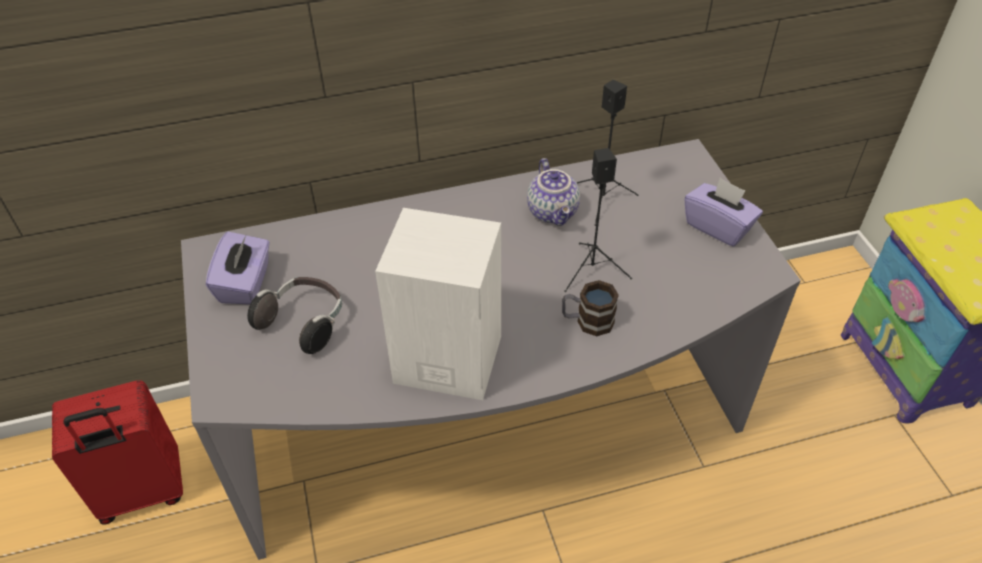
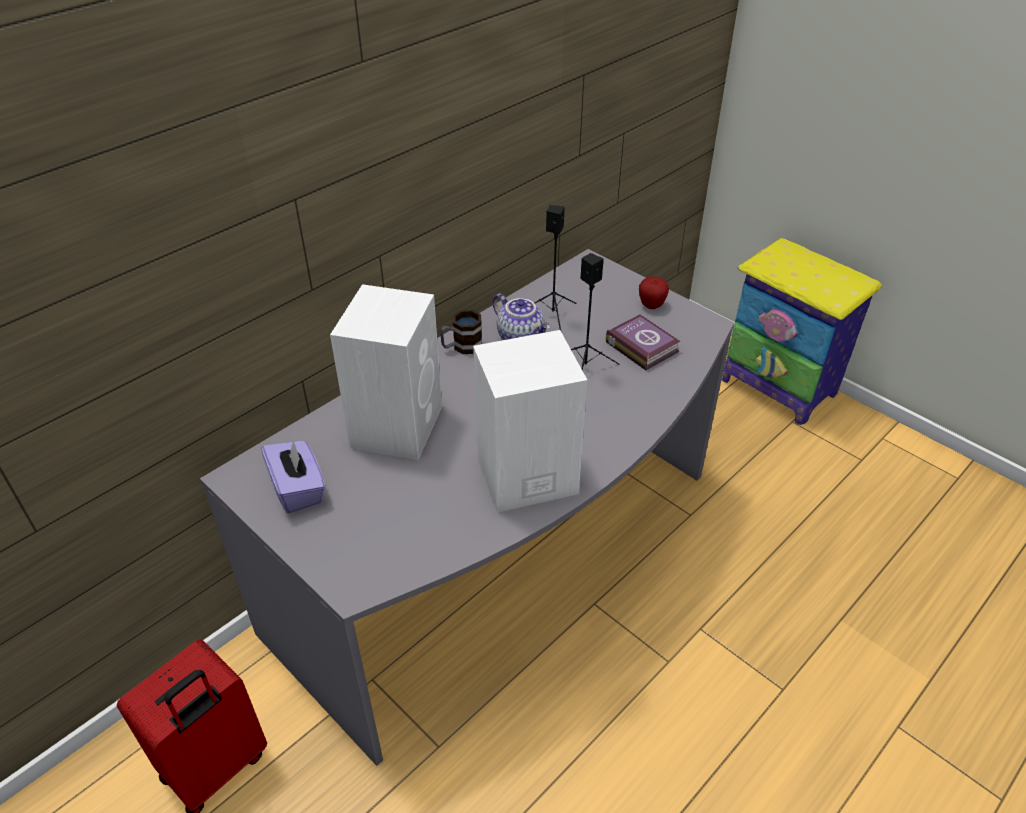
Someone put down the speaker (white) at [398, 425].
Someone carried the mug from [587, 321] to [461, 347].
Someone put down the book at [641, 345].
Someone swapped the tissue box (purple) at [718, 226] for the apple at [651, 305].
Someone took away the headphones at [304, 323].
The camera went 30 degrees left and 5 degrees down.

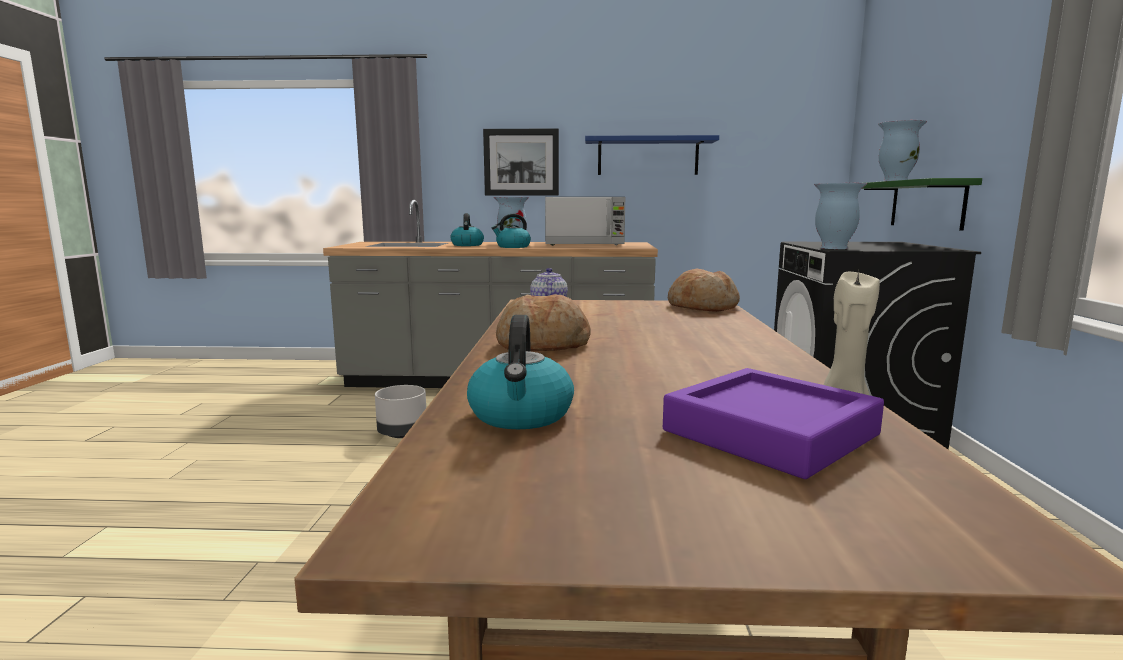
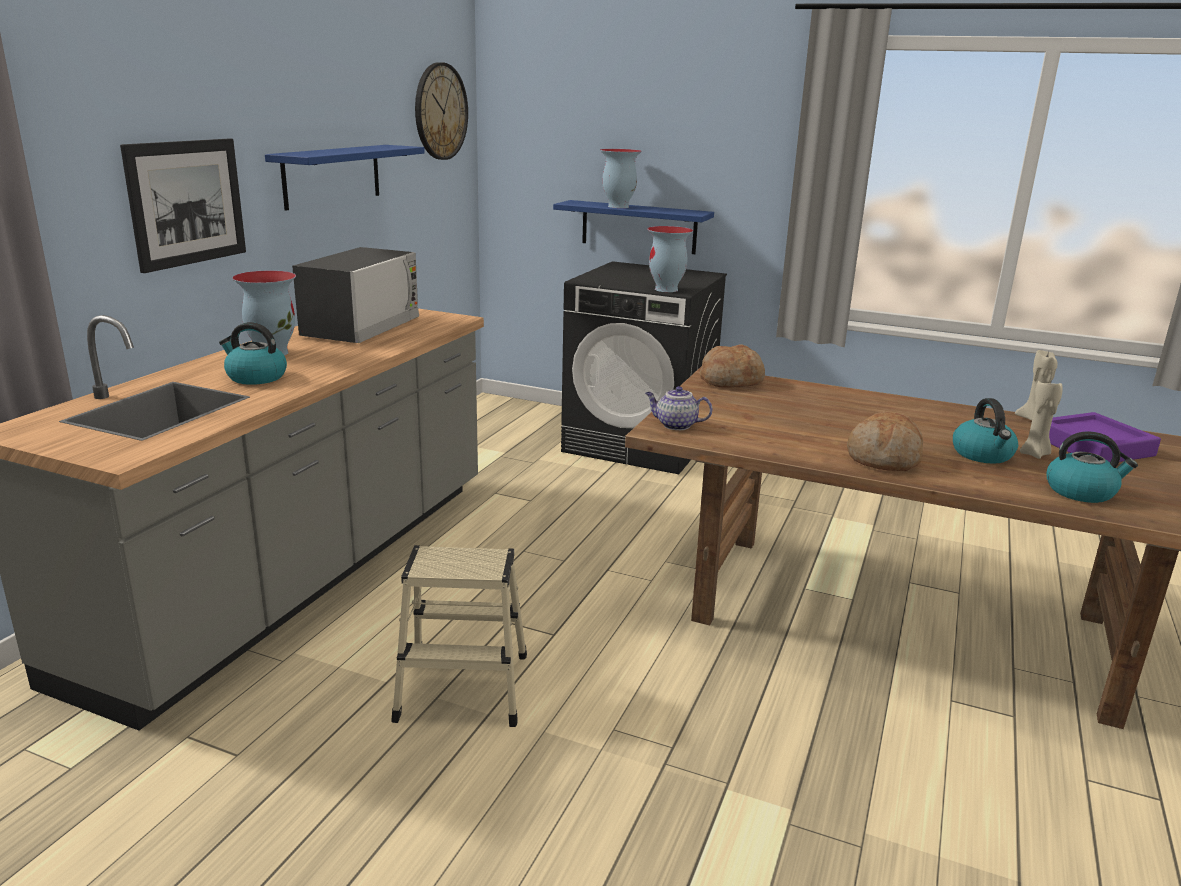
Someone swapped the planter (grey) at [403, 434] for the step ladder (beige) at [463, 685].
Someone put up the wall clock at [440, 111].
Someone repainted the shelf (green) at [926, 204], which became the shelf (blue) at [638, 227].
Someone carried the kettle from [512, 247] to [983, 455].
Someone put down the candle (beige) at [1035, 454].
The camera went 70 degrees left and 10 degrees up.

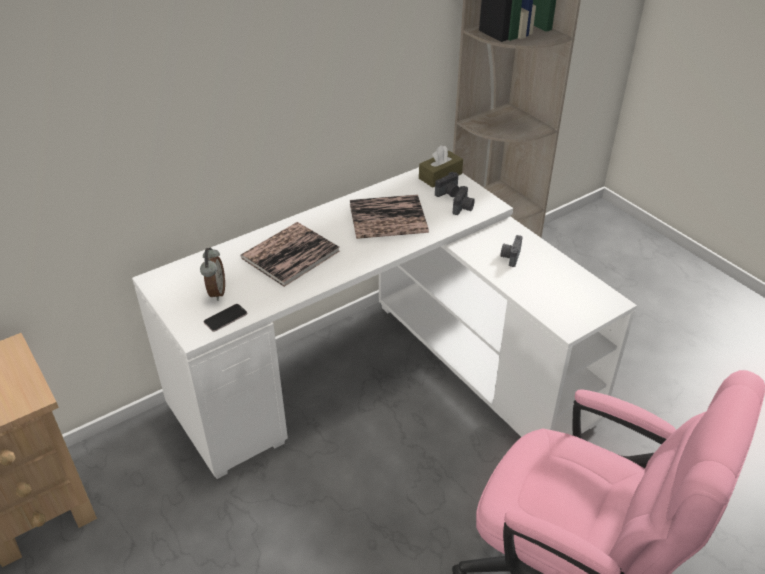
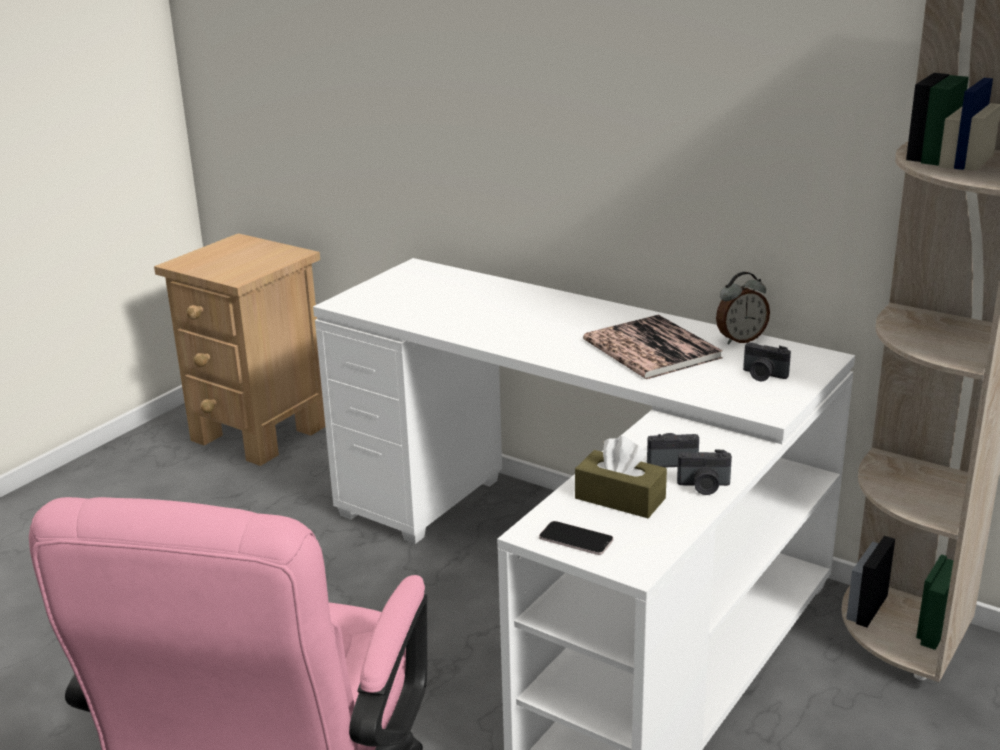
Someone carried the phone from [225, 318] to [576, 539].
Someone carried the tissue box (brown) from [440, 176] to [620, 498].
Someone carried the photo camera from [463, 208] to [704, 486].
Someone carried the alarm clock from [216, 292] to [740, 339].
Someone took away the book at [290, 254].
The camera went 70 degrees right and 15 degrees down.

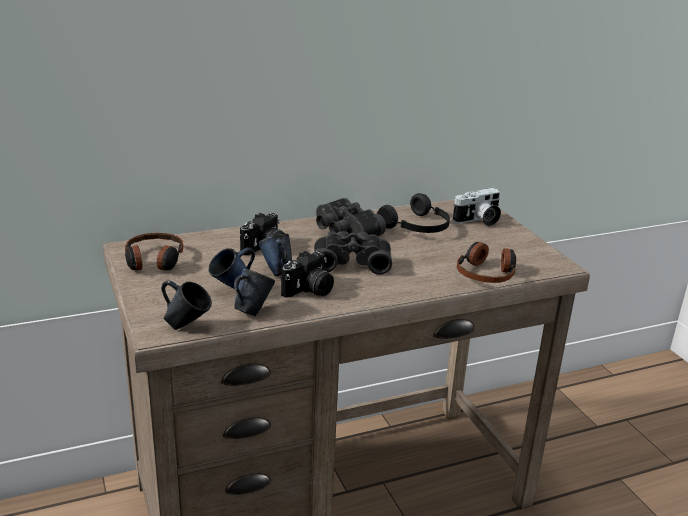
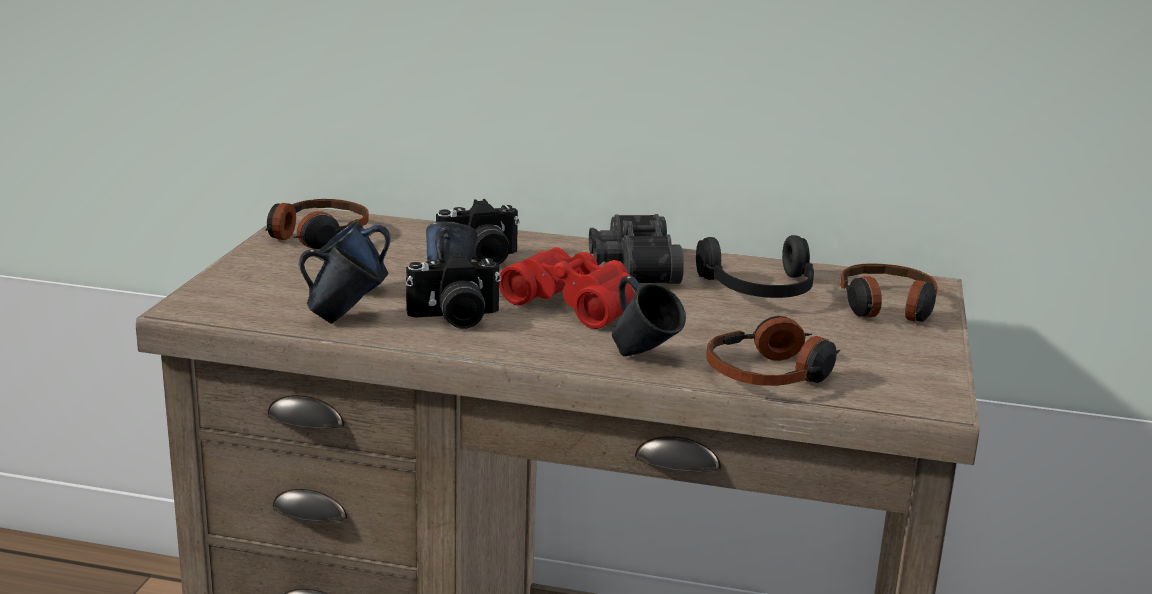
Someone repainted the binoculars (black) at [351, 262], which became the binoculars (red) at [576, 303].
Someone carried the mug (blue) from [187, 326] to [644, 358].
Someone swapped the photo camera at [478, 221] for the headphones at [887, 307].
The camera went 35 degrees right and 5 degrees down.

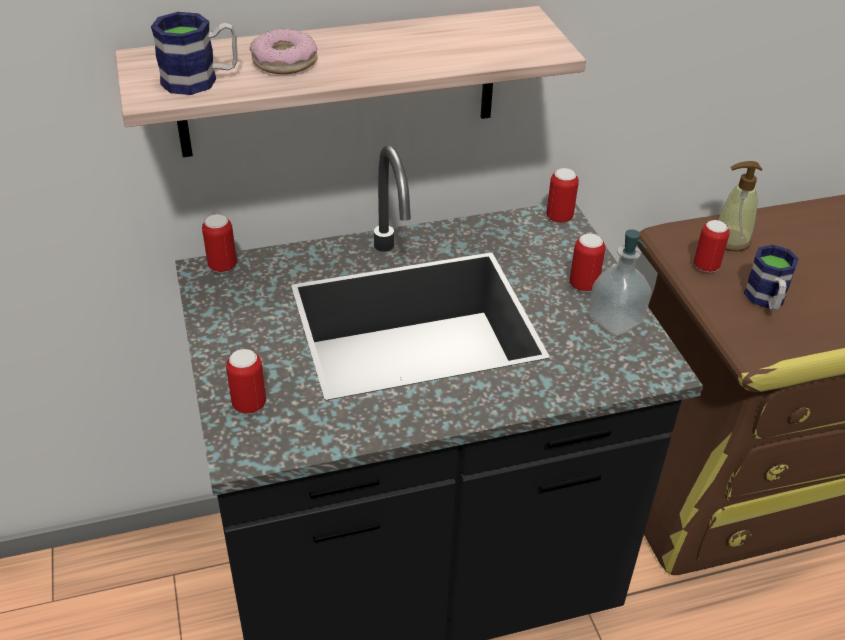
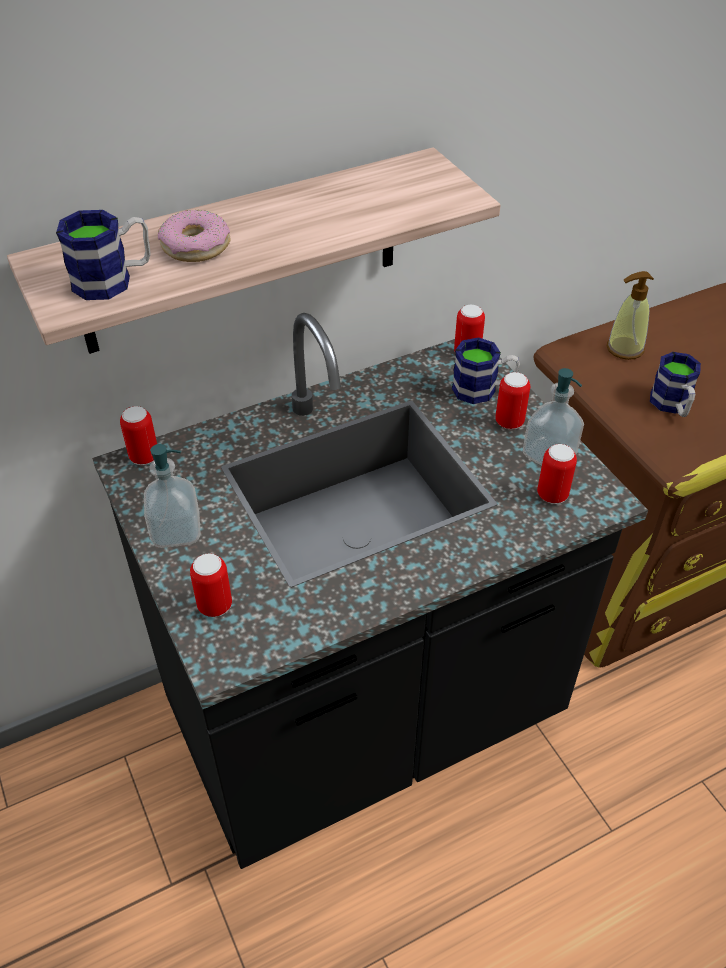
Someone put down the soap dispenser at [176, 531].
Someone put down the mug at [483, 390].
Someone carried the can from [706, 266] to [552, 495].
The camera went 10 degrees left and 5 degrees up.

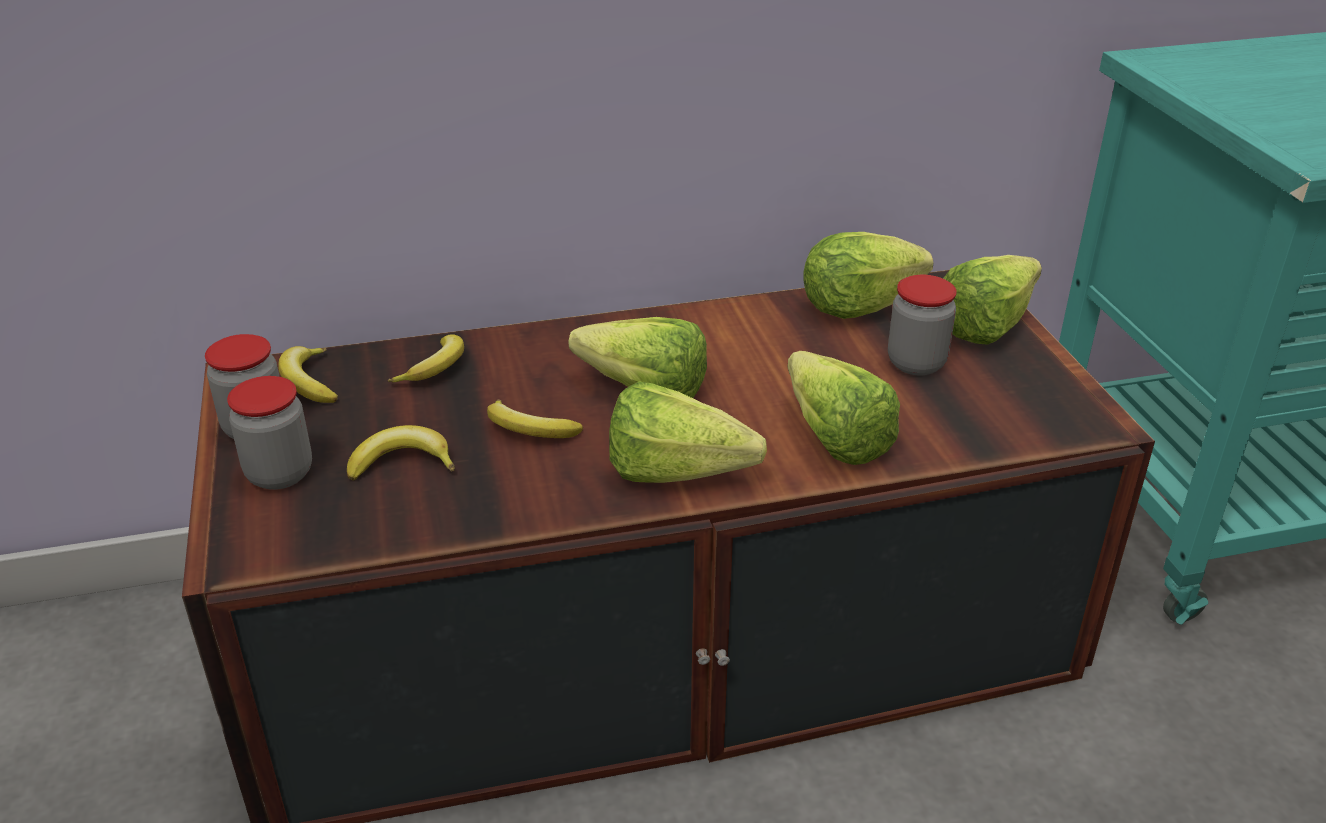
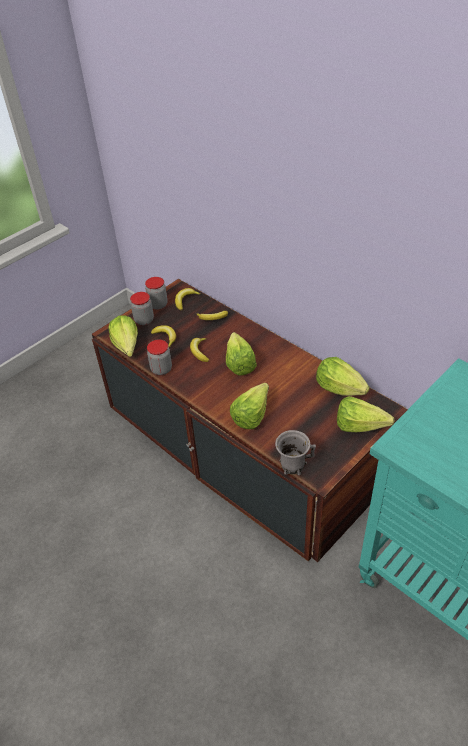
Someone carried the lettuce from [688, 477] to [126, 349].
Someone carried the jar from [916, 363] to [161, 369].
Someone put down the mug (grey) at [292, 464].
The camera went 60 degrees right and 10 degrees up.

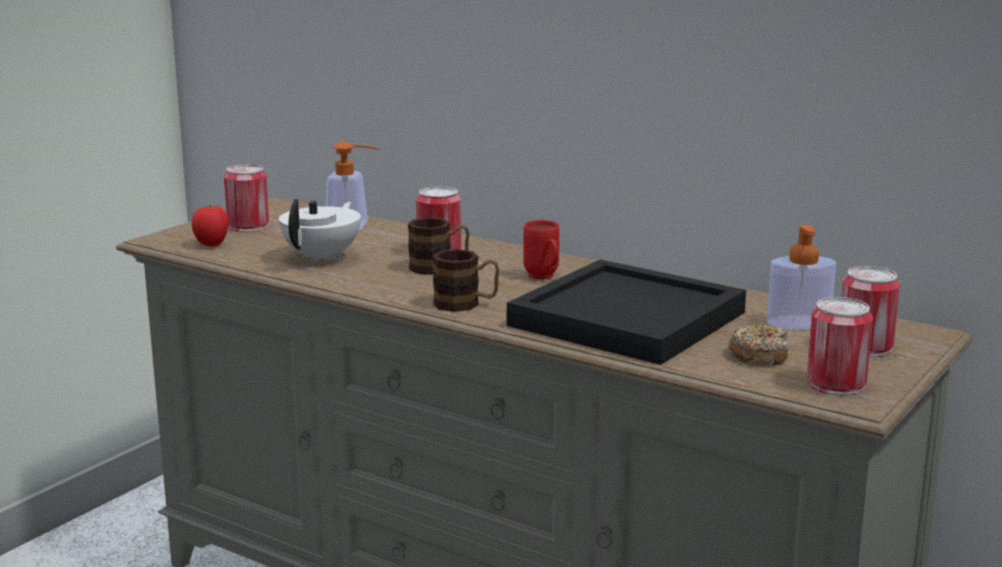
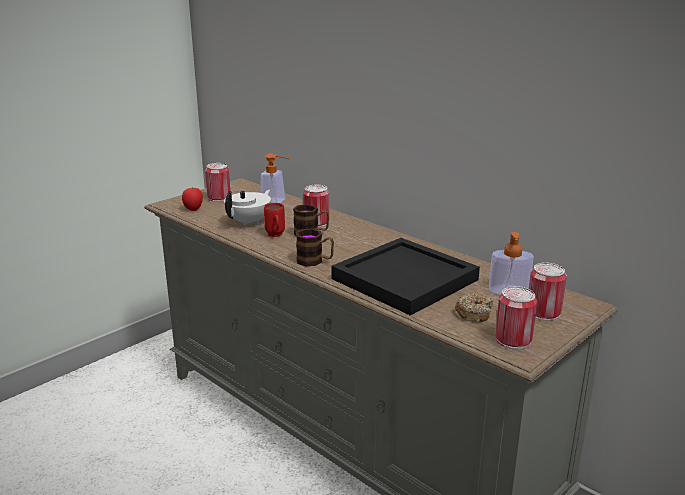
Someone carried the mug (red) from [544, 278] to [275, 236].
The camera went 10 degrees right and 5 degrees up.

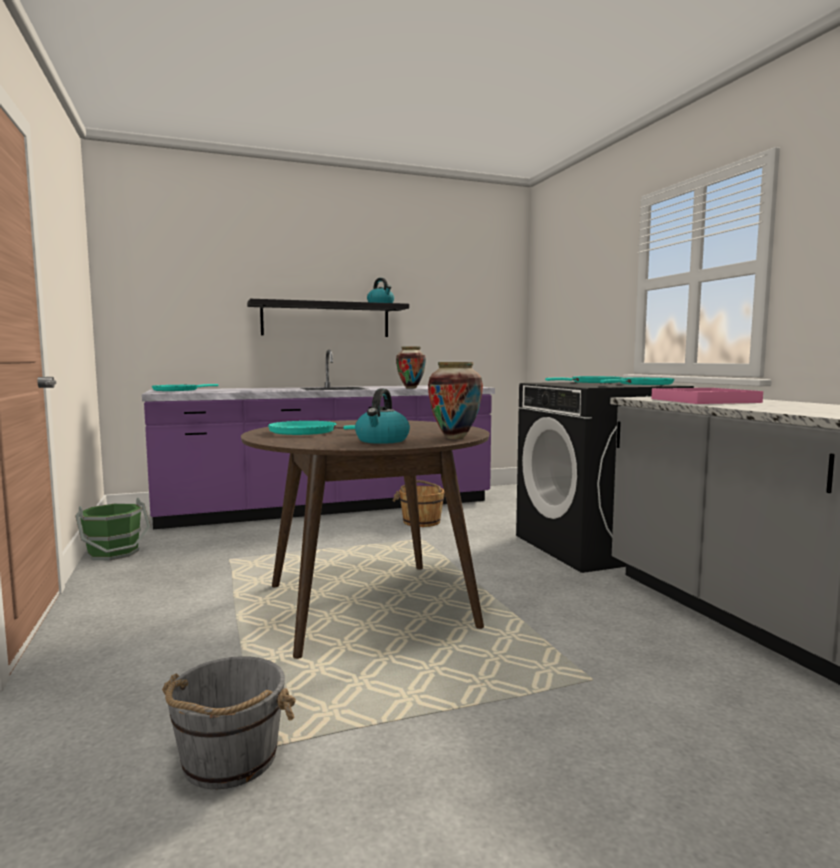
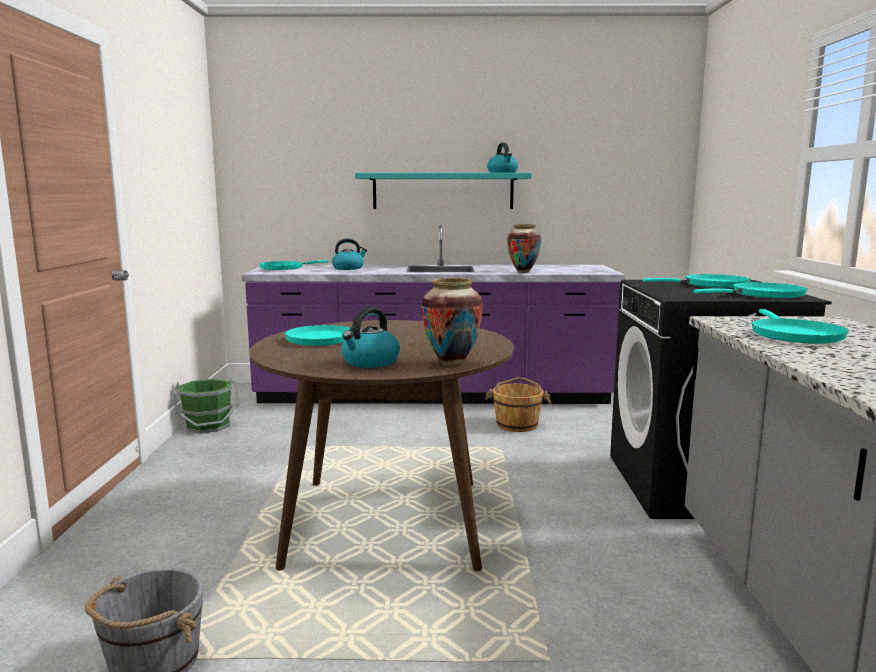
Someone put down the kettle at [348, 268].
Someone repainted the shelf (black) at [326, 320], which became the shelf (turquoise) at [443, 191].
Someone swapped the tray (pink) at [704, 401] for the frying pan (turquoise) at [793, 335].
The camera went 20 degrees right and 5 degrees up.

